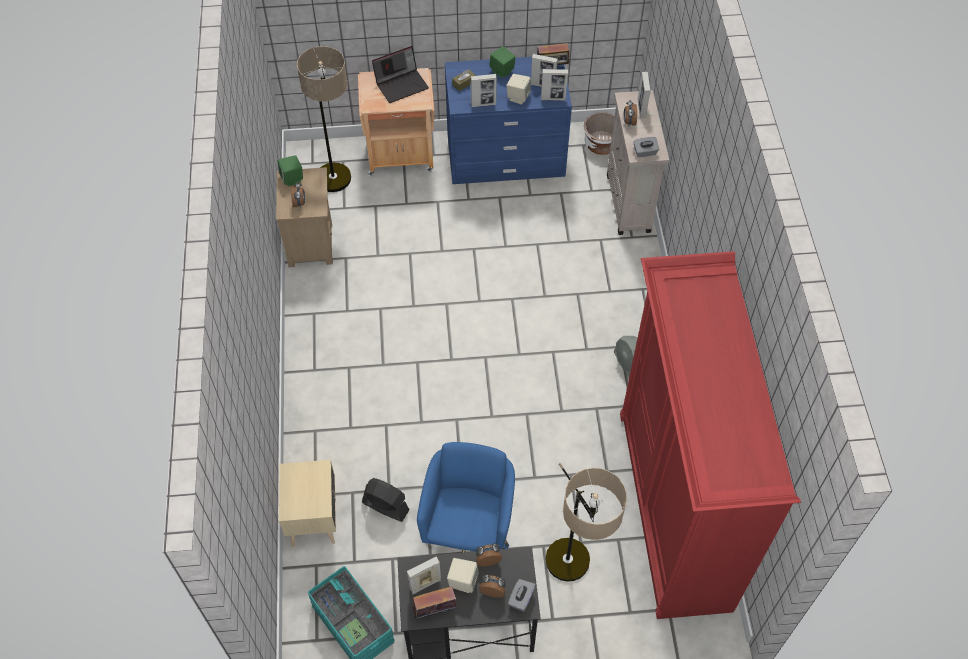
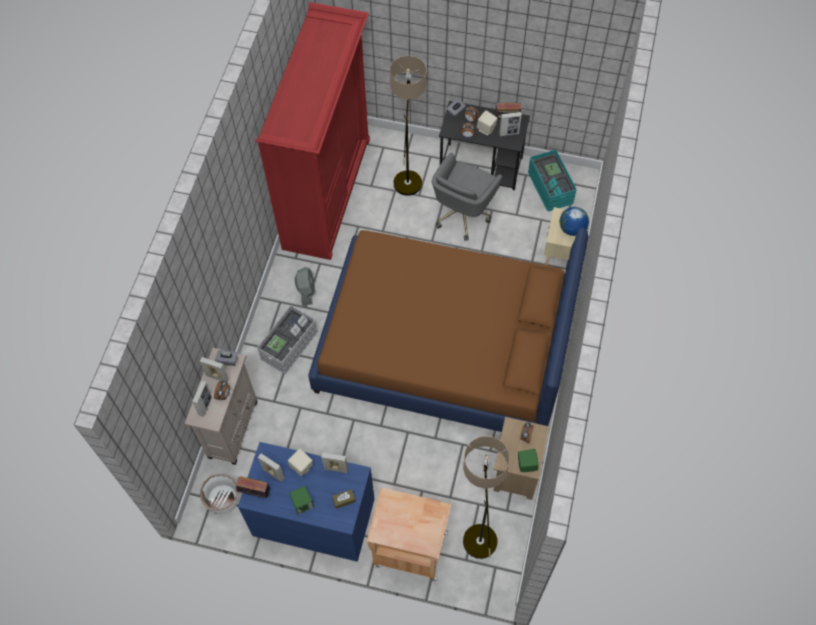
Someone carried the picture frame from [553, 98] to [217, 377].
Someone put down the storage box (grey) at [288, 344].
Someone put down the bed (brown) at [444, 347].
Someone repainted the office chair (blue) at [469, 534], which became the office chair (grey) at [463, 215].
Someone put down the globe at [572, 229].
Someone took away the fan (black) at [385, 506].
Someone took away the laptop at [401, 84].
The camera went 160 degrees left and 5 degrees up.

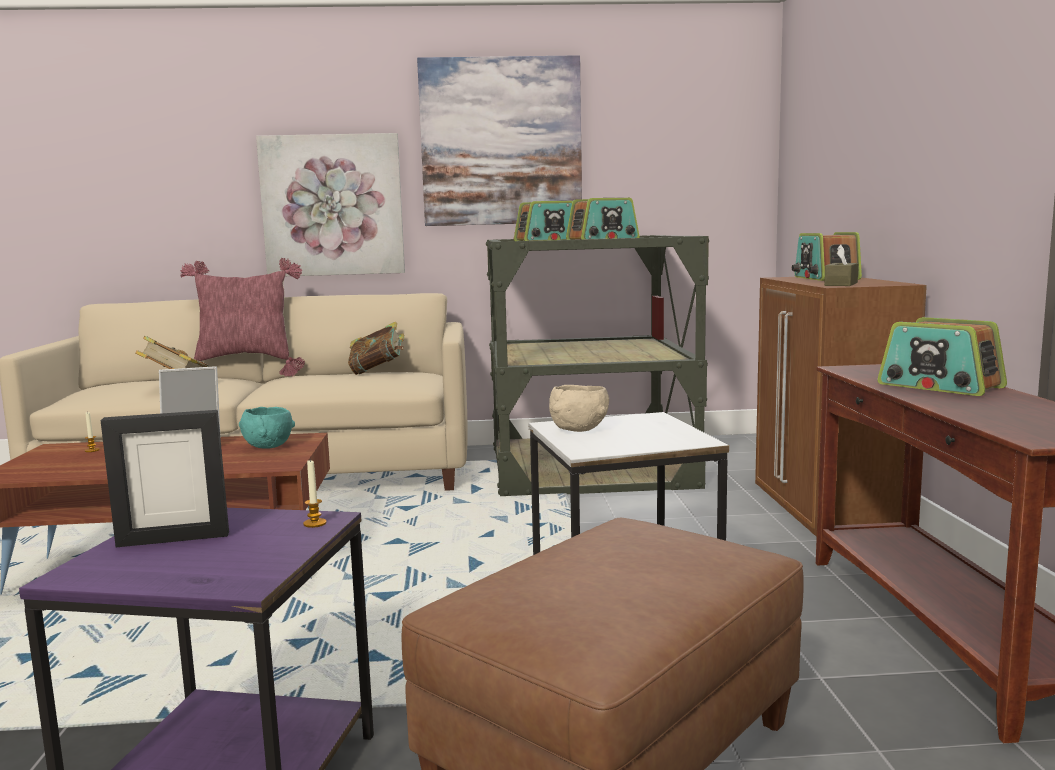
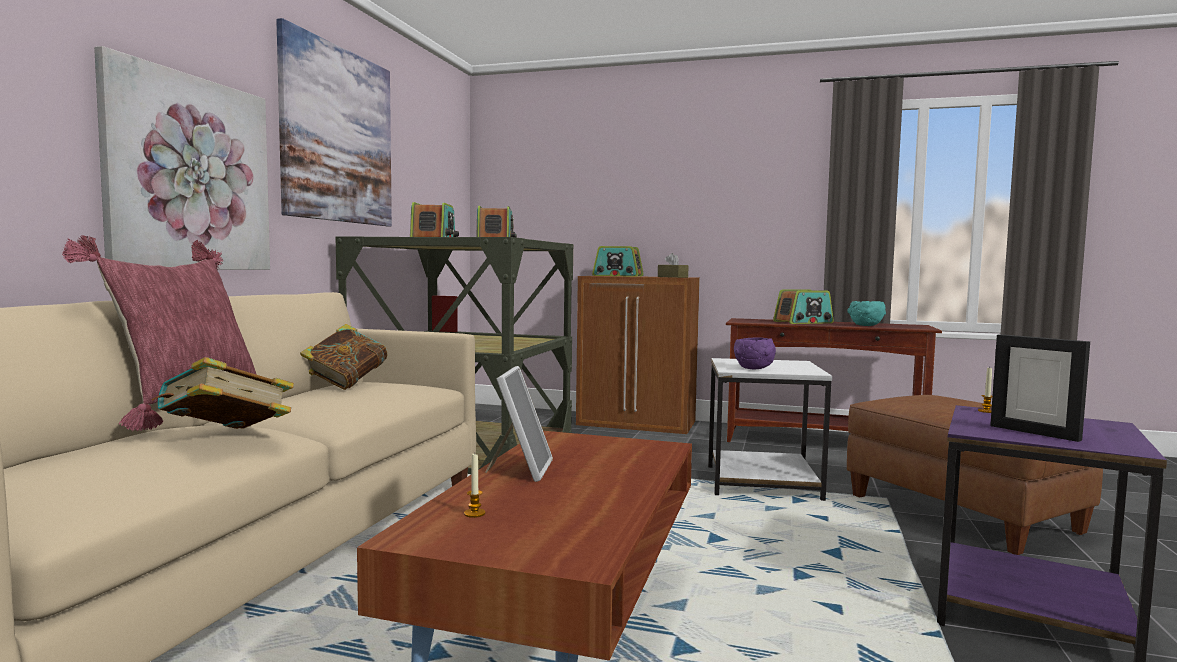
Someone repainted the bowl (beige) at [579, 430], which became the bowl (purple) at [754, 369].
Someone carried the bowl (turquoise) from [268, 447] to [866, 325].
Someone rotated the picture frame at [174, 538] by 135 degrees clockwise.
The camera went 70 degrees left and 5 degrees down.

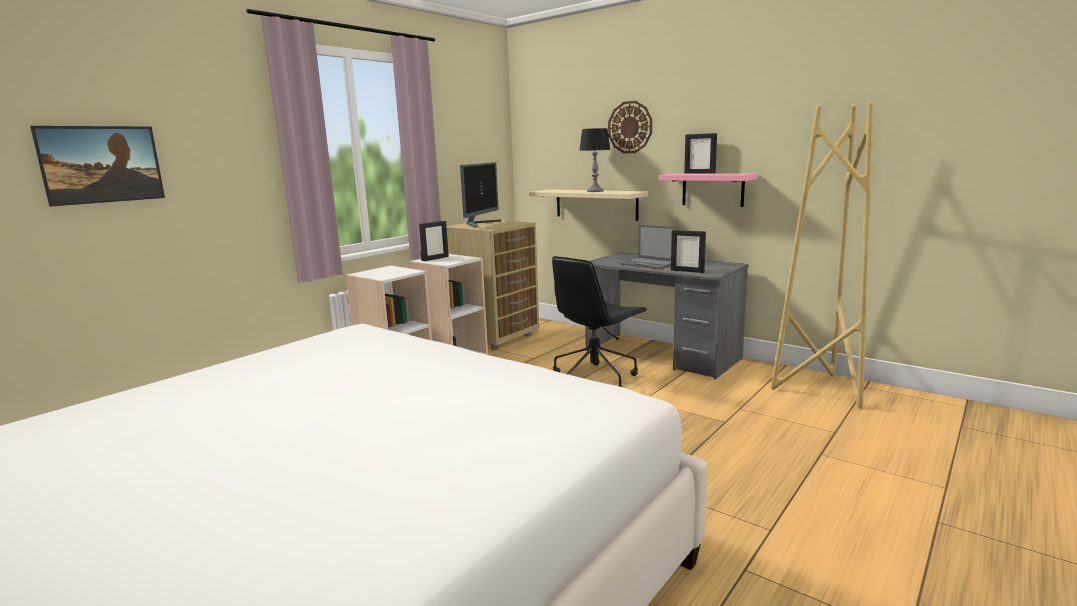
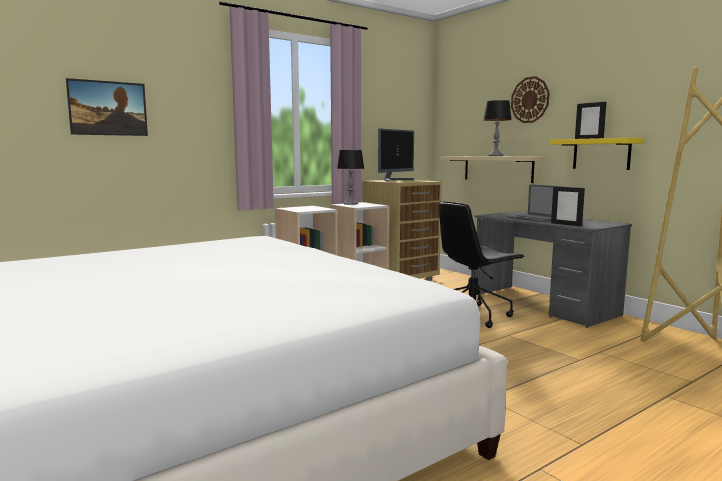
Someone swapped the picture frame at [435, 258] for the table lamp at [350, 204].
Someone repainted the shelf (pink) at [712, 189], which became the shelf (yellow) at [601, 154].
The camera went 15 degrees right and 5 degrees down.

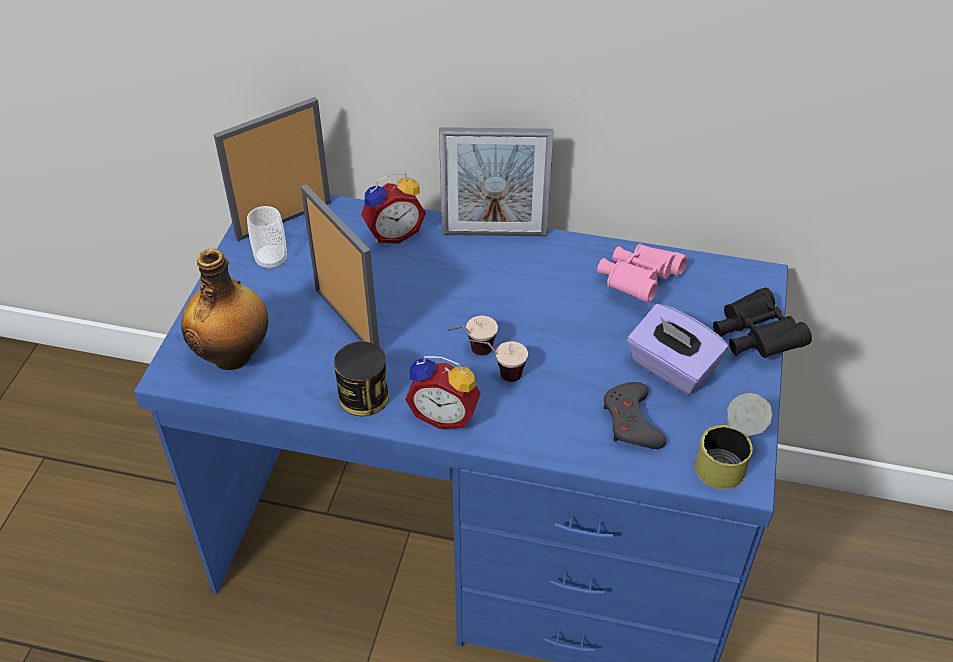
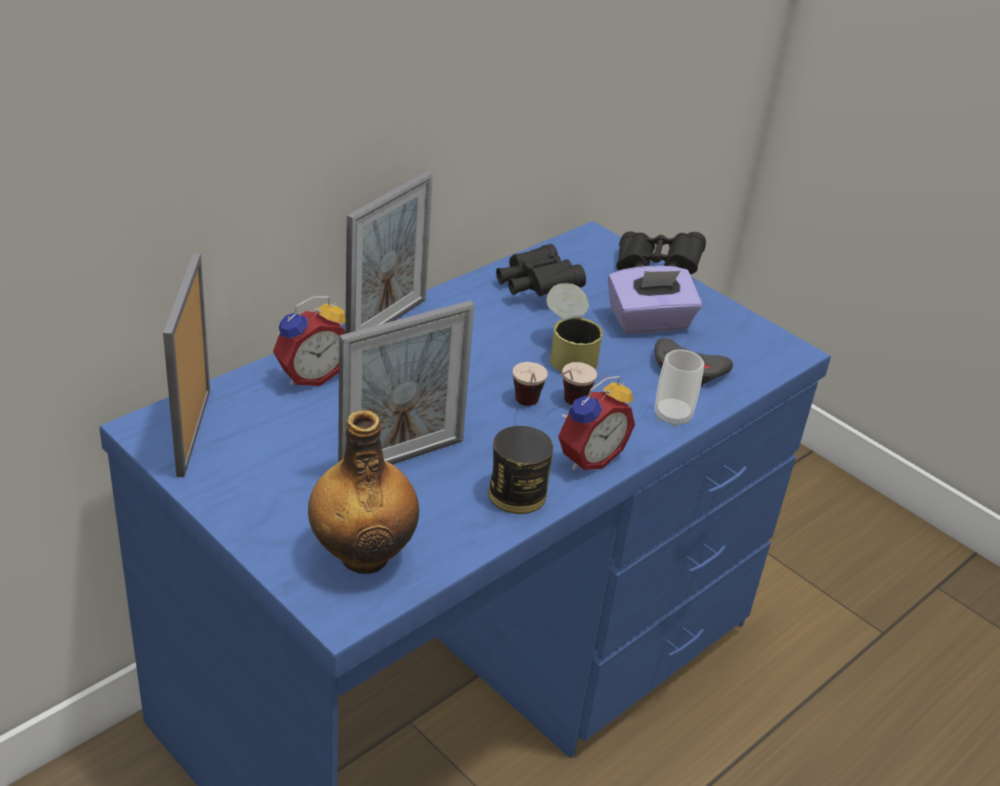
Someone rotated the alarm clock at [393, 233] by 45 degrees clockwise.
Someone rotated the picture frame at [347, 321] by 150 degrees clockwise.
Someone repainted the binoculars (pink) at [638, 282], which became the binoculars (black) at [536, 288].
Someone carried the can from [729, 459] to [569, 352].
Someone carried the cup from [271, 260] to [672, 416].
The camera went 60 degrees left and 10 degrees down.

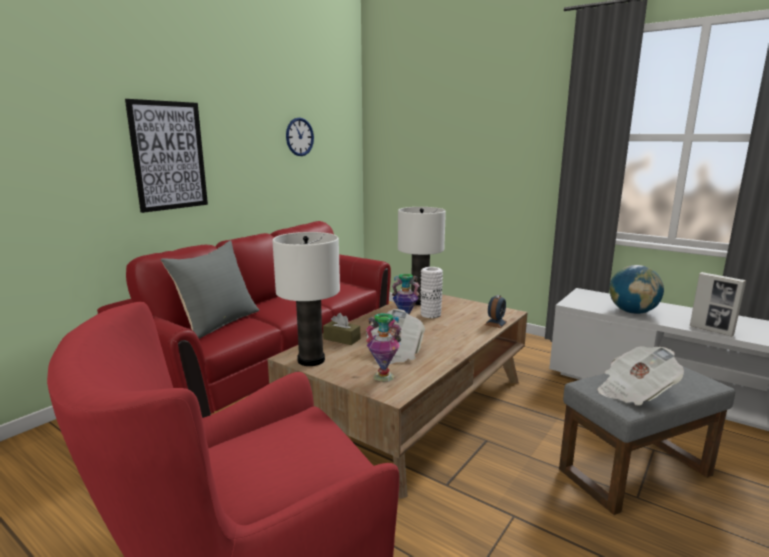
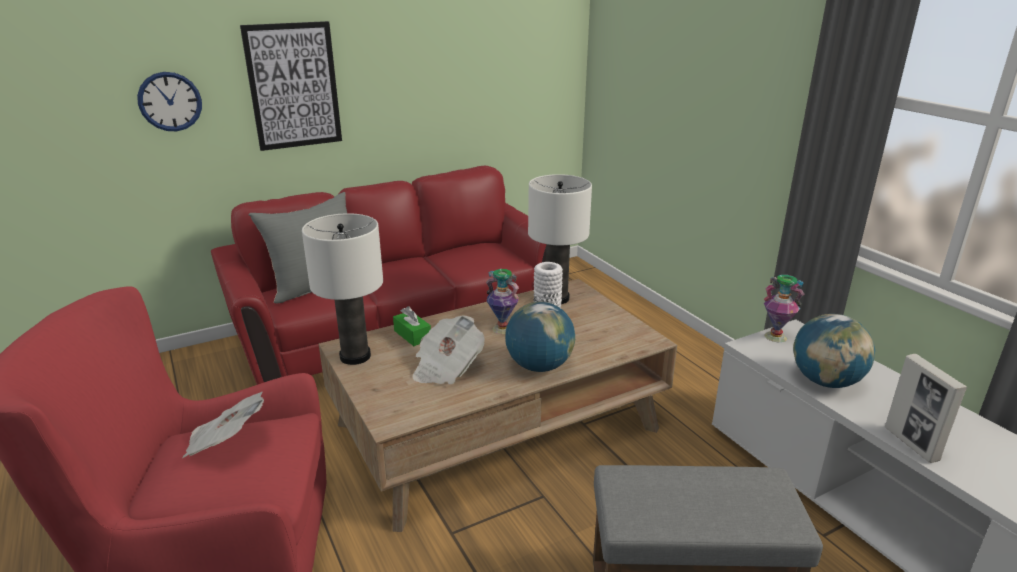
Someone carried the wall clock from [299, 137] to [170, 101].
Someone carried the newspaper from [634, 392] to [226, 442].
Someone repainted the tissue box (brown) at [341, 339], which became the tissue box (green) at [412, 335].
Someone put down the globe at [539, 366].
Someone carried the vase from [383, 376] to [775, 336].
Someone took away the alarm clock at [495, 323].
The camera went 25 degrees right and 10 degrees up.

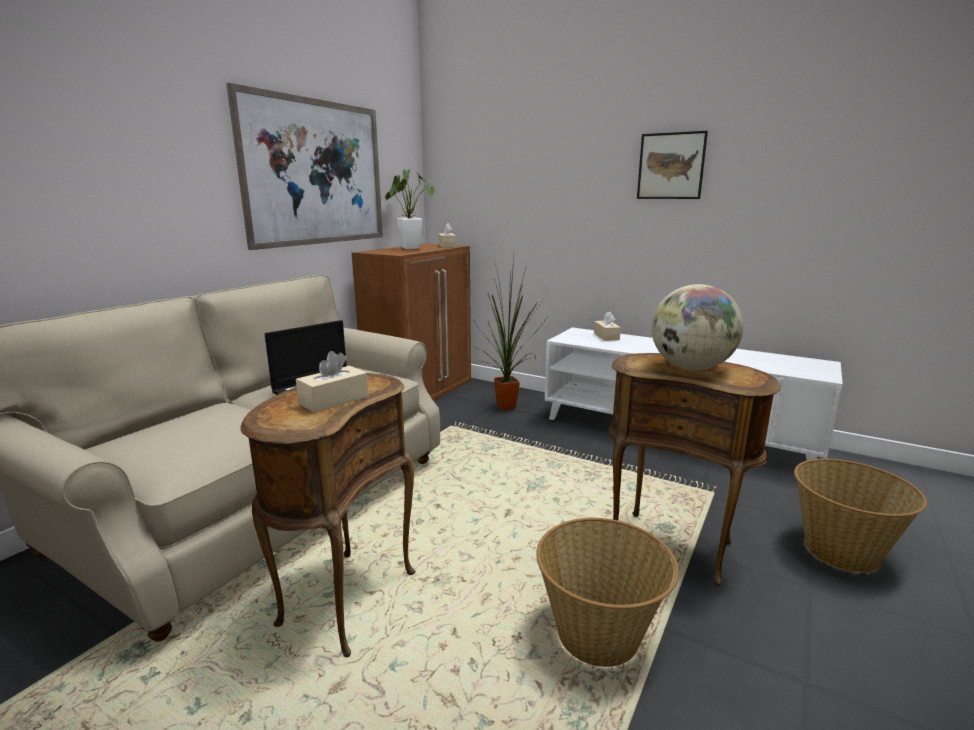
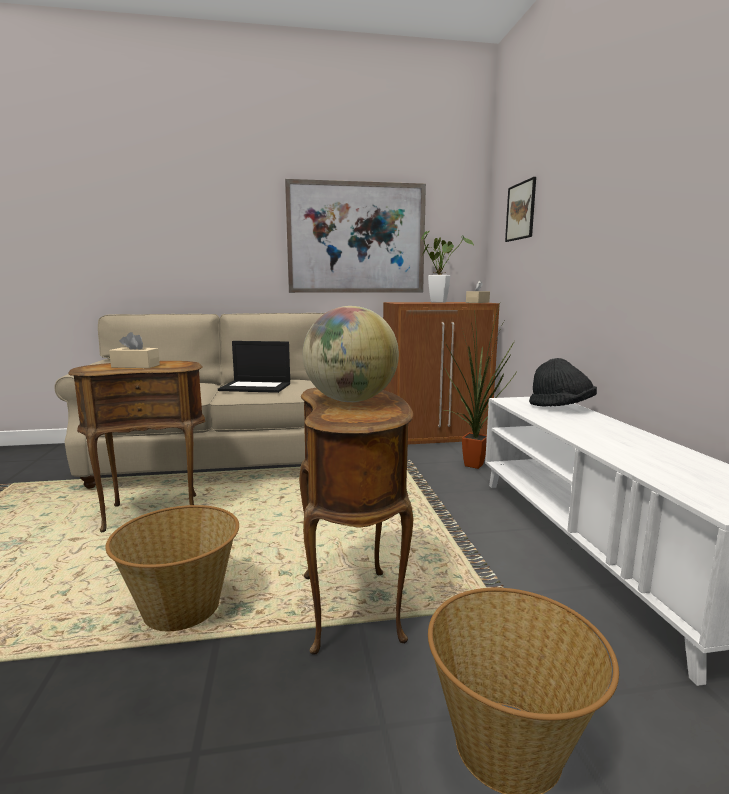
Someone carried the picture from [671, 166] to [520, 211].
Someone swapped the tissue box (beige) at [606, 336] for the hat (black) at [561, 407].
The camera went 50 degrees right and 5 degrees down.

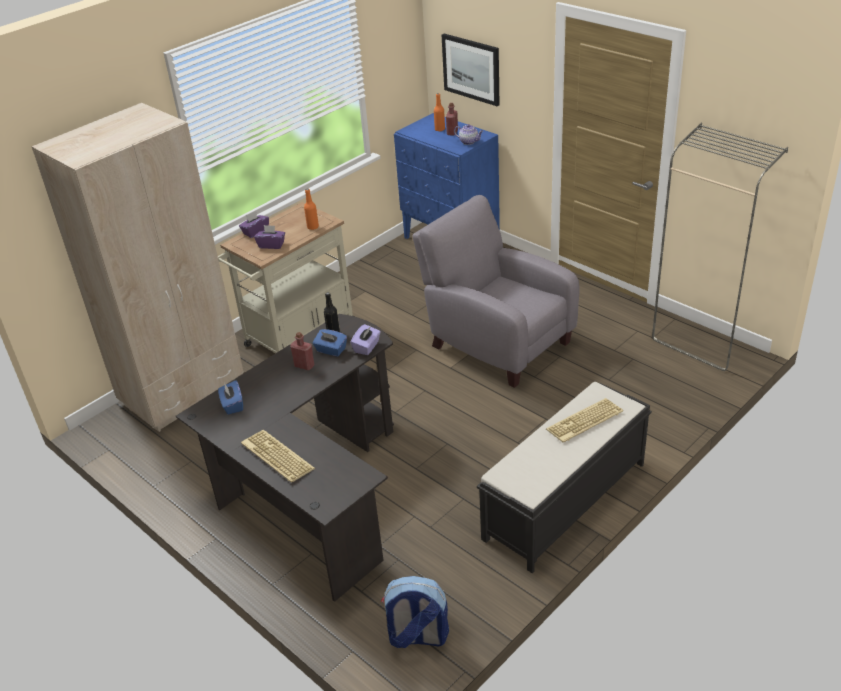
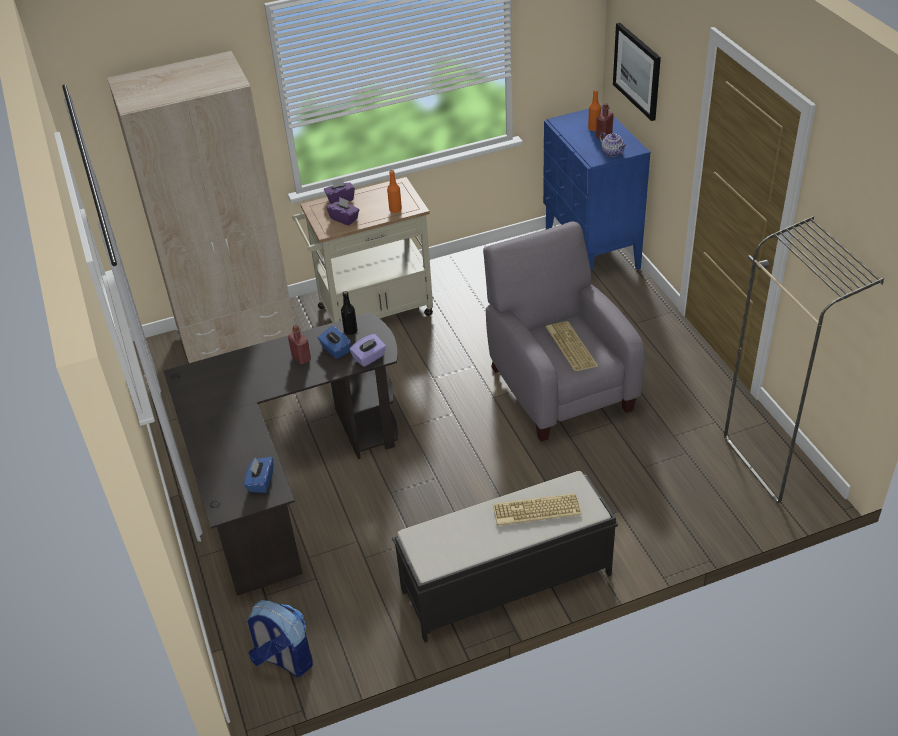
Someone carried the tissue box (blue) from [232, 405] to [260, 482].
Someone carried the keyboard from [276, 457] to [570, 347].
The camera went 25 degrees right and 5 degrees up.

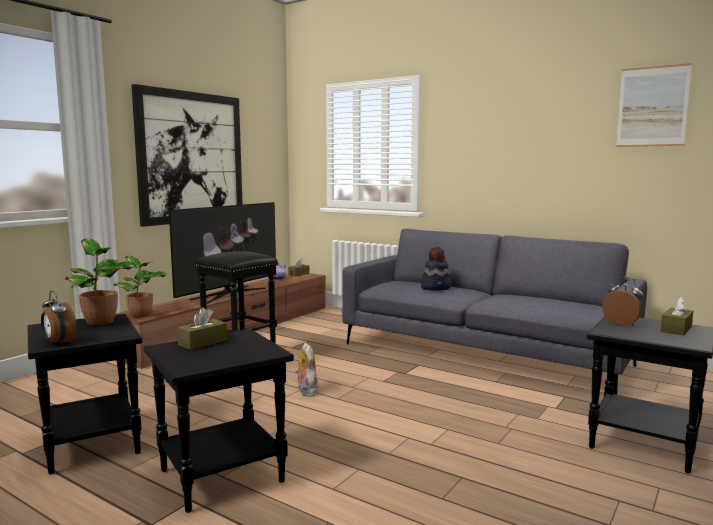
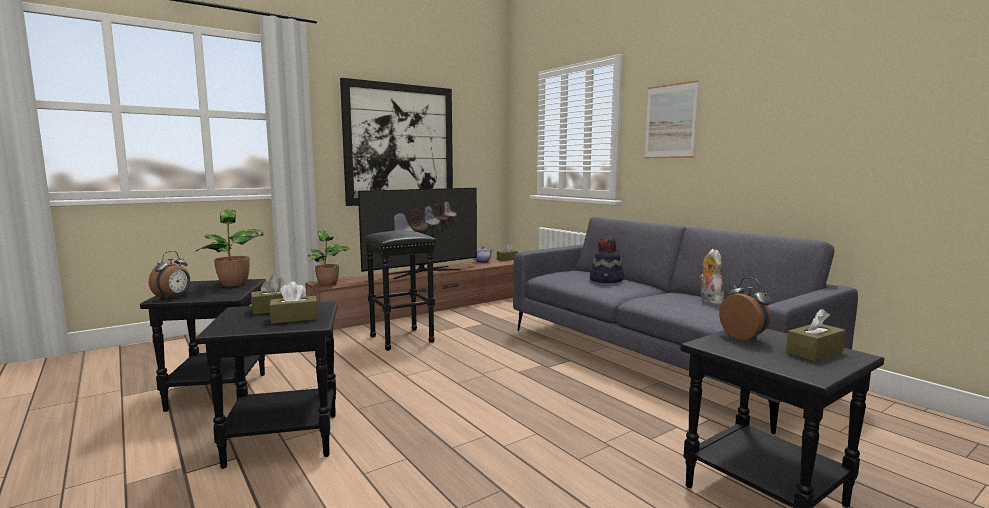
Someone rotated the alarm clock at [59, 343] by 135 degrees counterclockwise.
Someone put down the tissue box (brown) at [294, 318].
Someone carried the picture from [652, 106] to [670, 121].
Someone carried the plush toy from [306, 392] to [709, 301].
The camera went 20 degrees right and 0 degrees up.

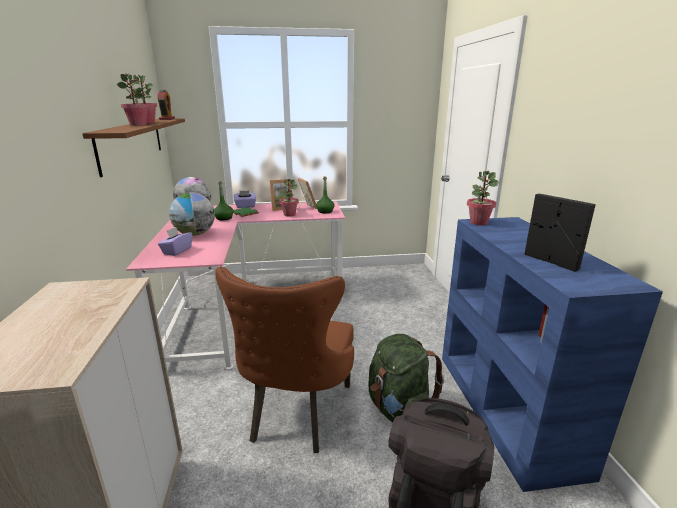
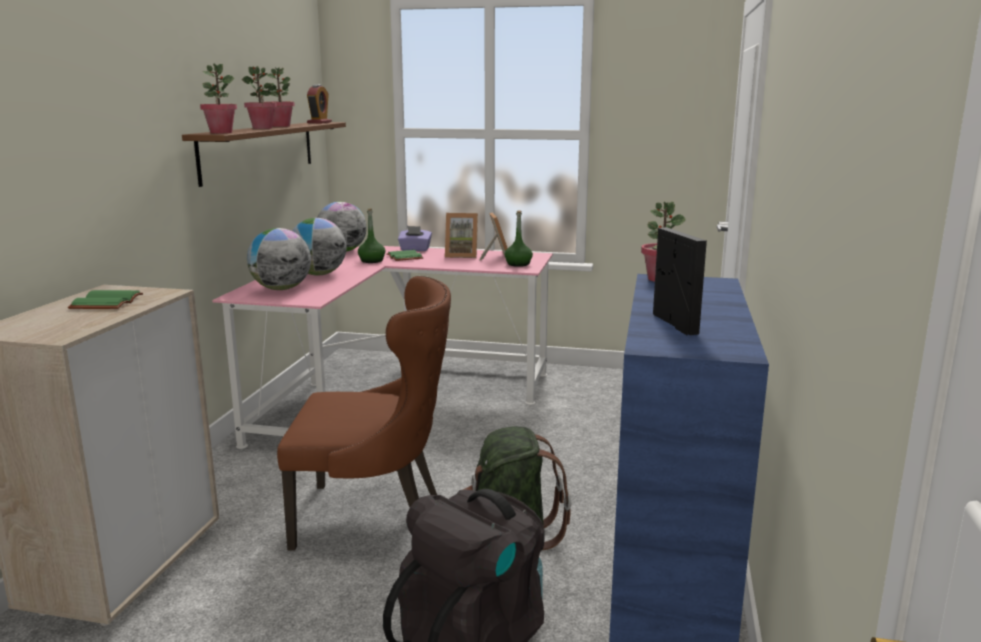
Someone put down the book (green) at [105, 302].
Someone carried the potted plant from [289, 214] to [221, 132].
Someone swapped the tissue box (purple) at [177, 251] for the globe at [281, 289].
Someone rotated the chair (brown) at [297, 413] by 120 degrees counterclockwise.
The camera went 20 degrees right and 5 degrees down.

